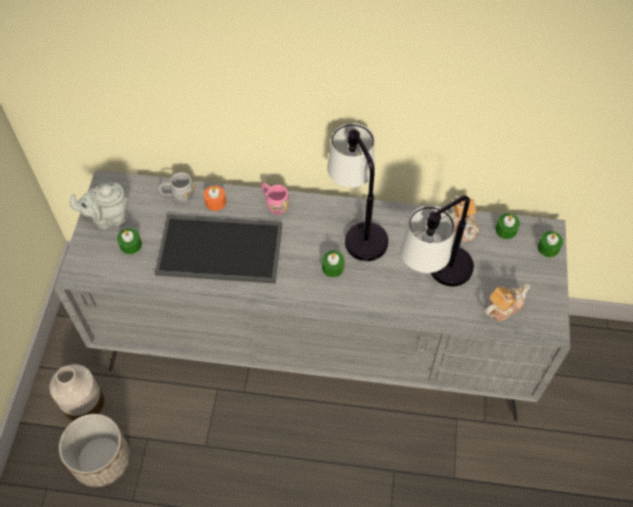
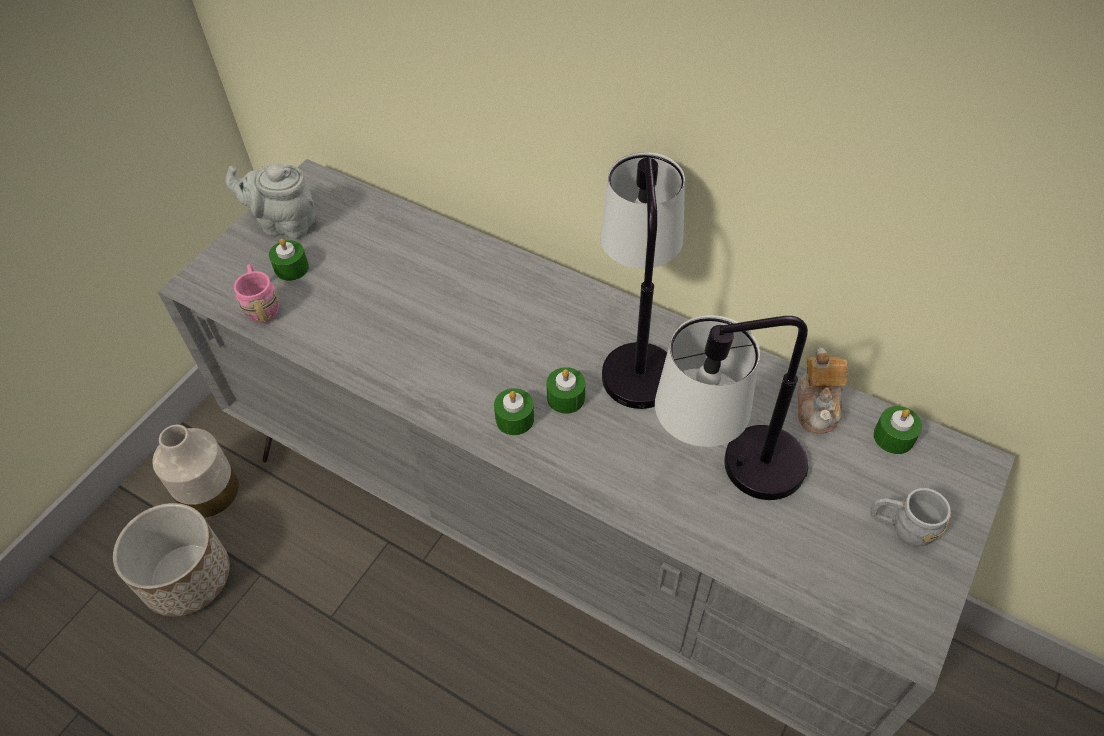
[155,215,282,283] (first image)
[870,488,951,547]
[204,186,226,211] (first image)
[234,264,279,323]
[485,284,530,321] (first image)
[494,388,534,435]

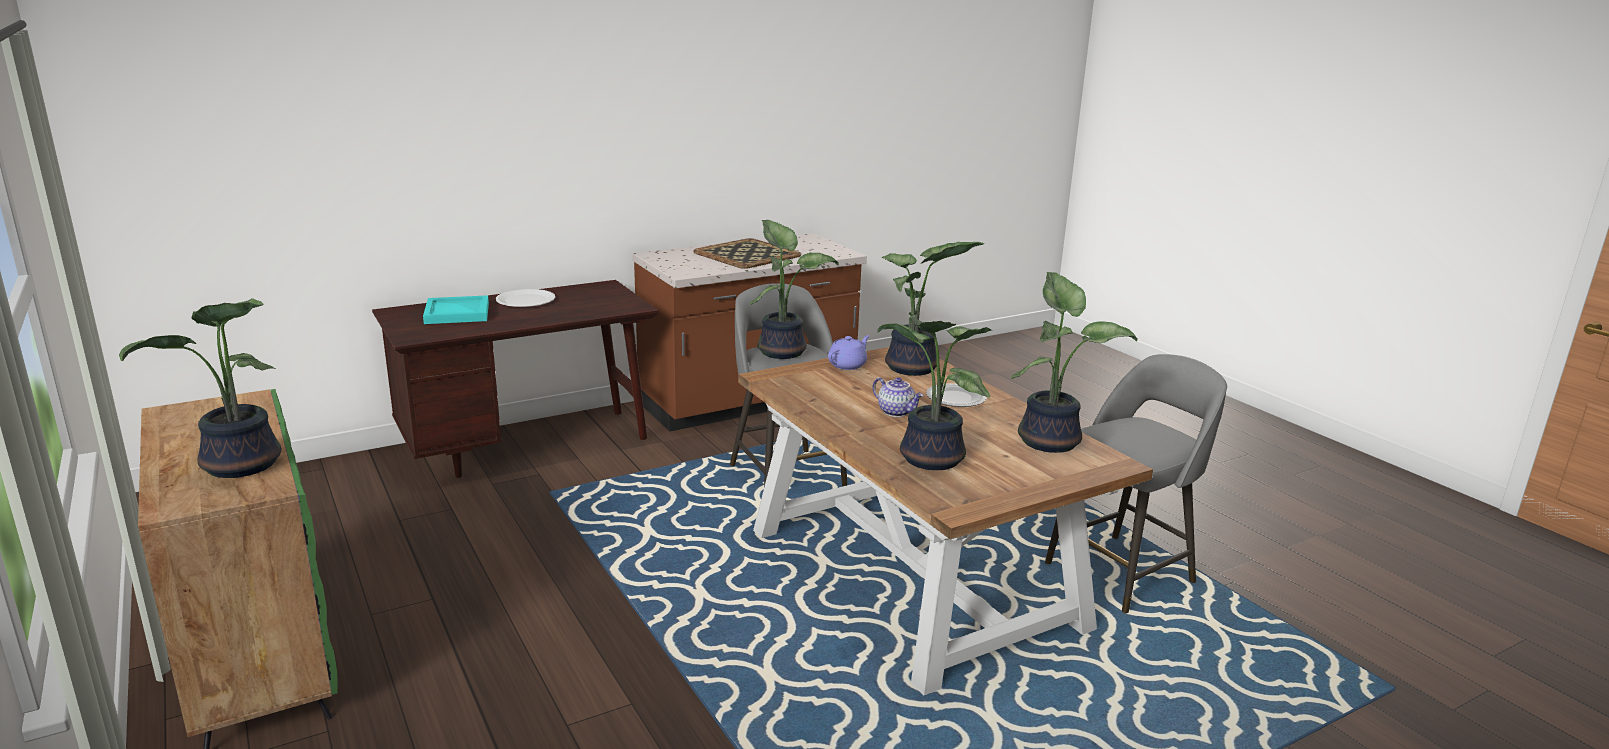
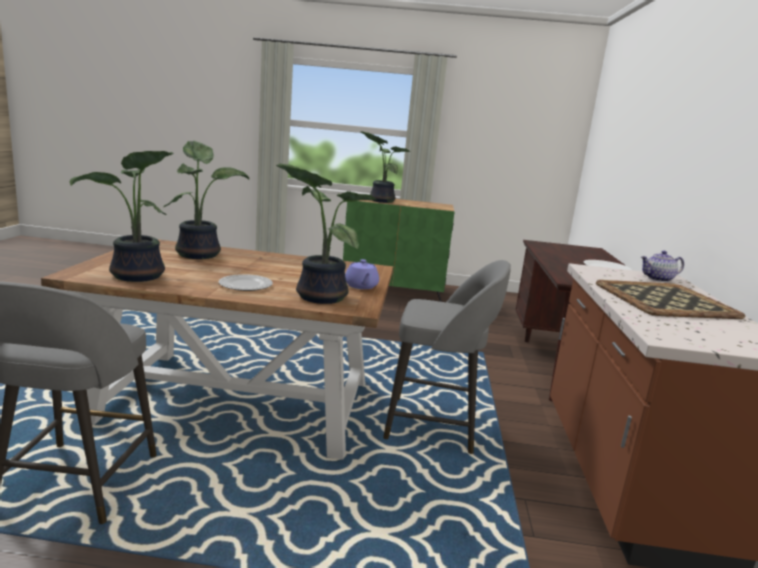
[423,295,489,324] (first image)
[750,220,839,359] (first image)
[641,251,684,282]

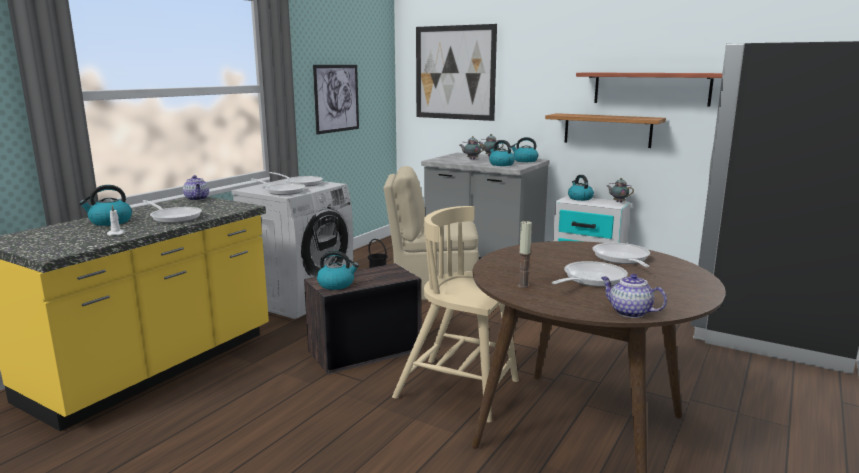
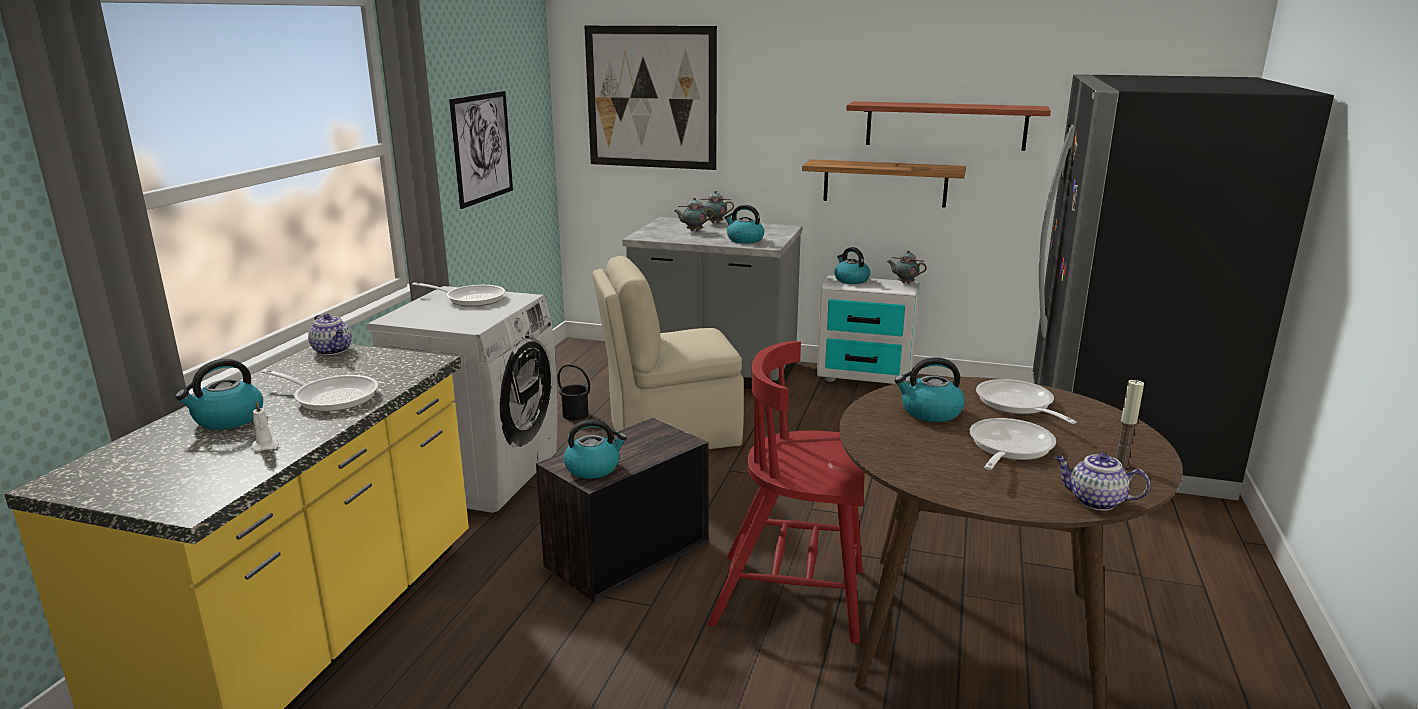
[251,178,305,195] (first image)
[707,341,865,644]
[894,357,965,422]
[1116,379,1144,468]

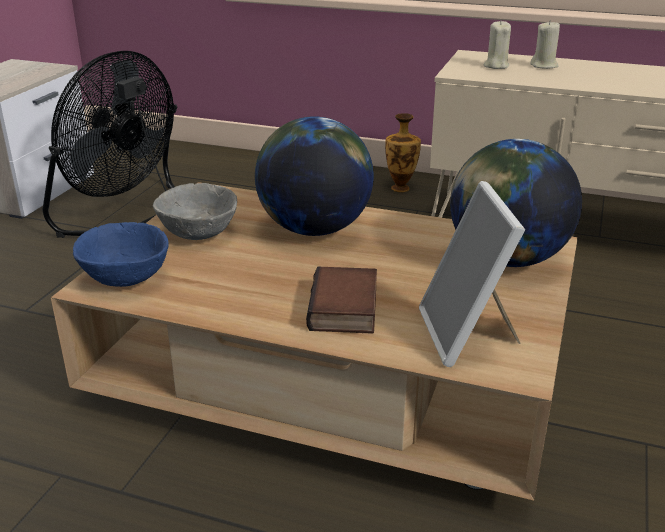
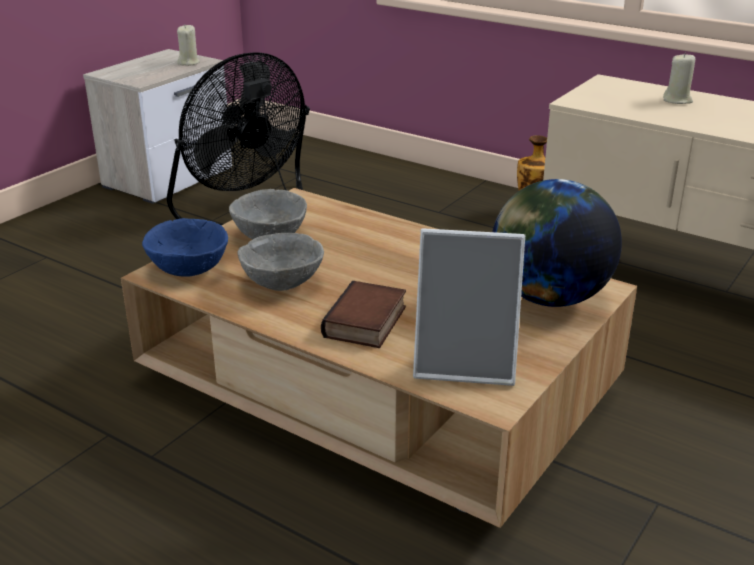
[255,116,374,236] (first image)
[413,228,525,386]
[177,25,200,66]
[238,233,324,291]

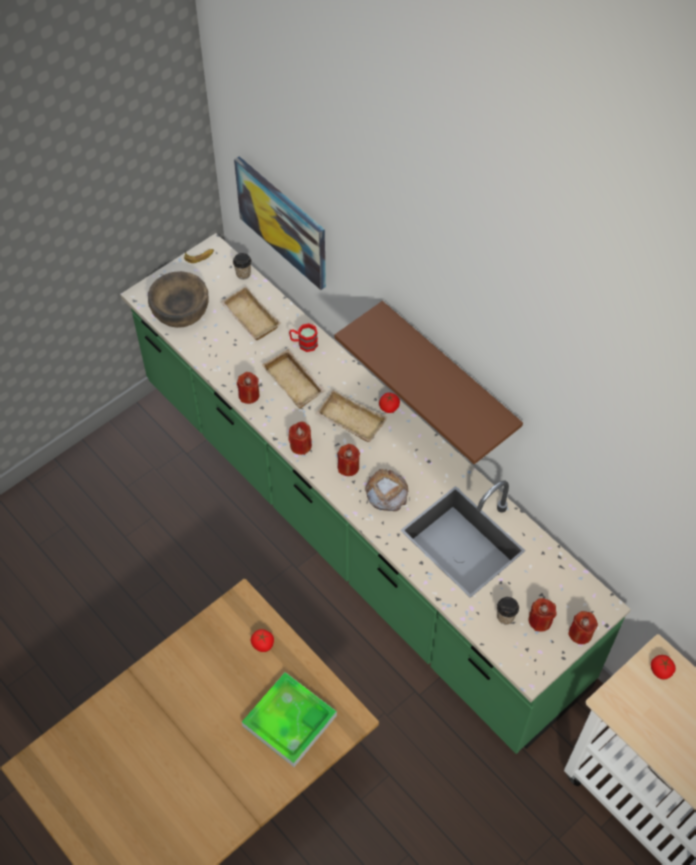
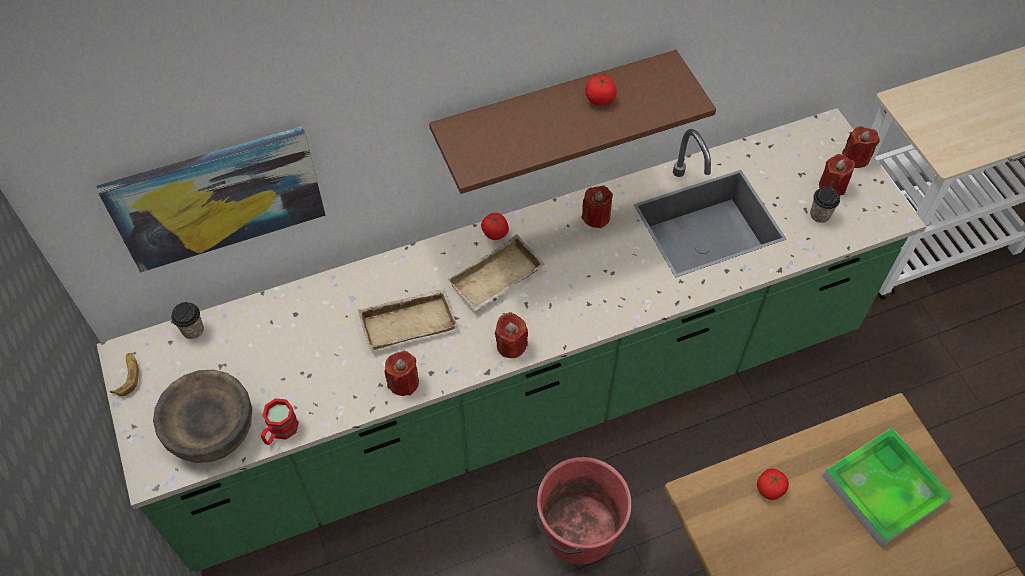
[220,287,281,340] (first image)
[261,398,299,445]
[581,186,613,228]
[365,469,408,511] (first image)
[585,75,617,106]
[534,456,632,564]

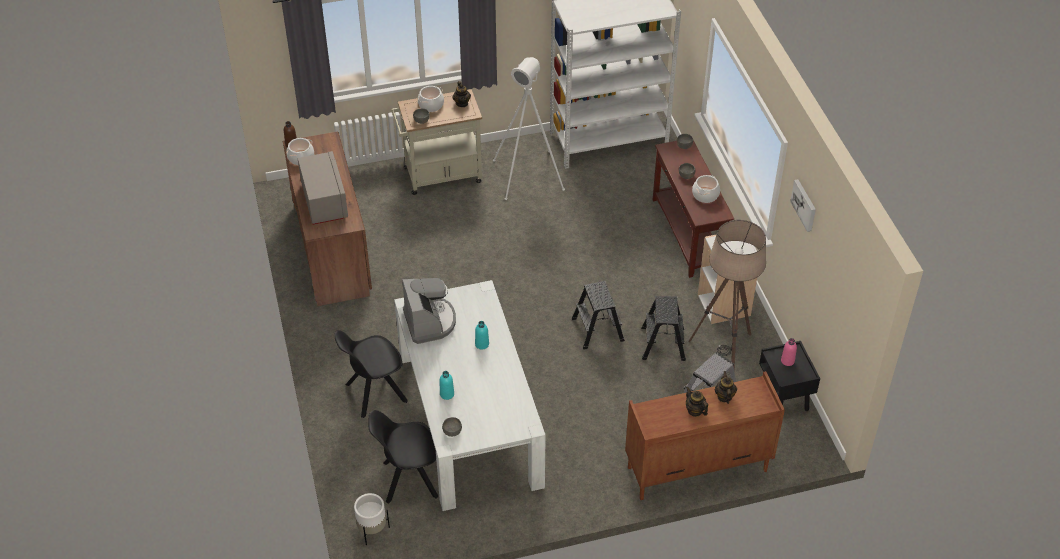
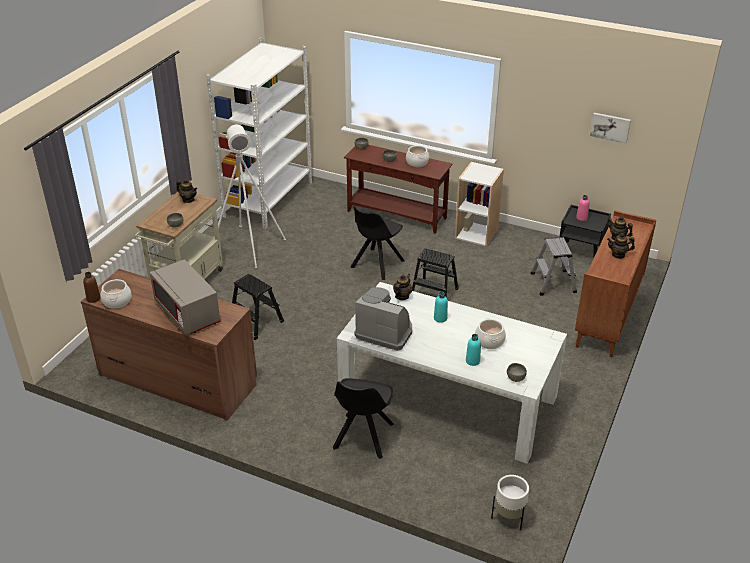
[150,259,221,335]
[351,206,405,280]
[475,318,506,349]
[232,273,284,340]
[689,220,766,371] (first image)
[590,113,631,143]
[393,273,412,300]

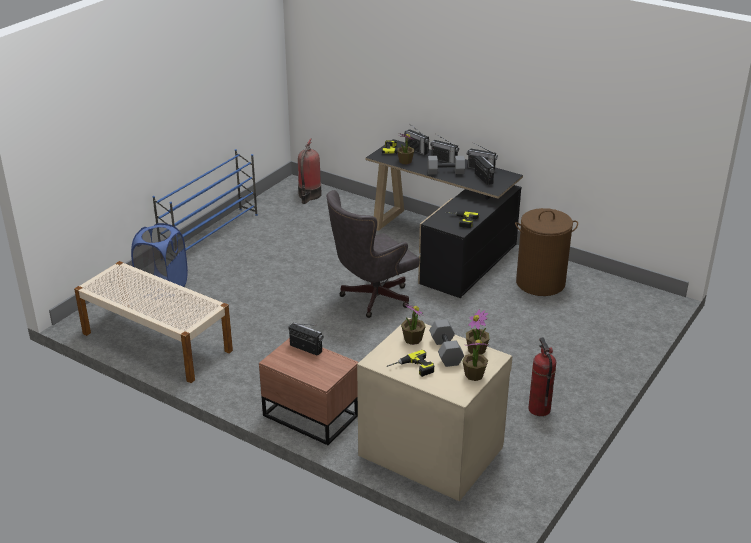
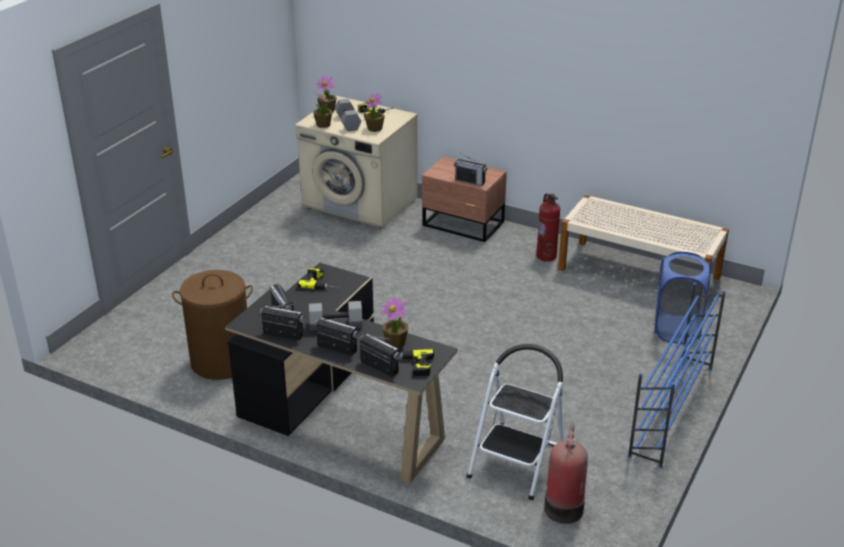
[327,190,420,318] (first image)
[536,193,560,262]
[467,344,563,500]

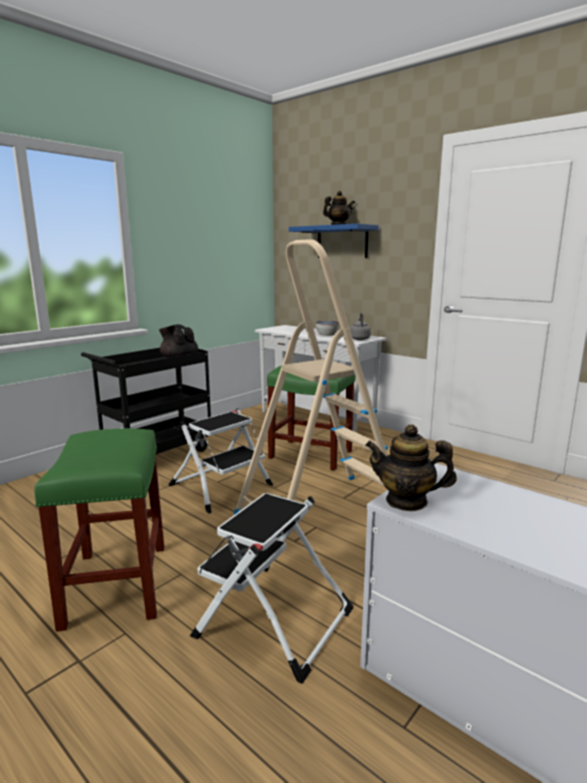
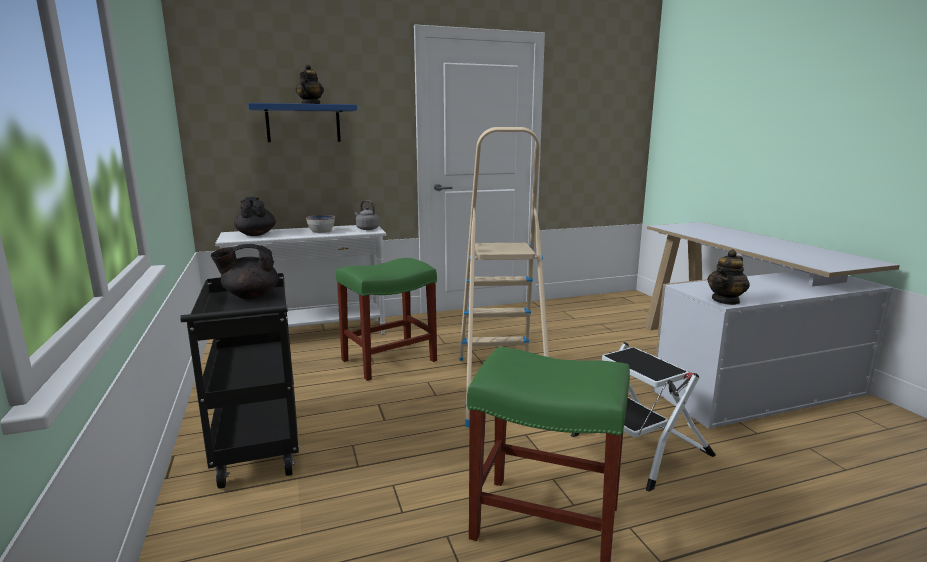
[168,408,273,514] (first image)
[234,197,276,236]

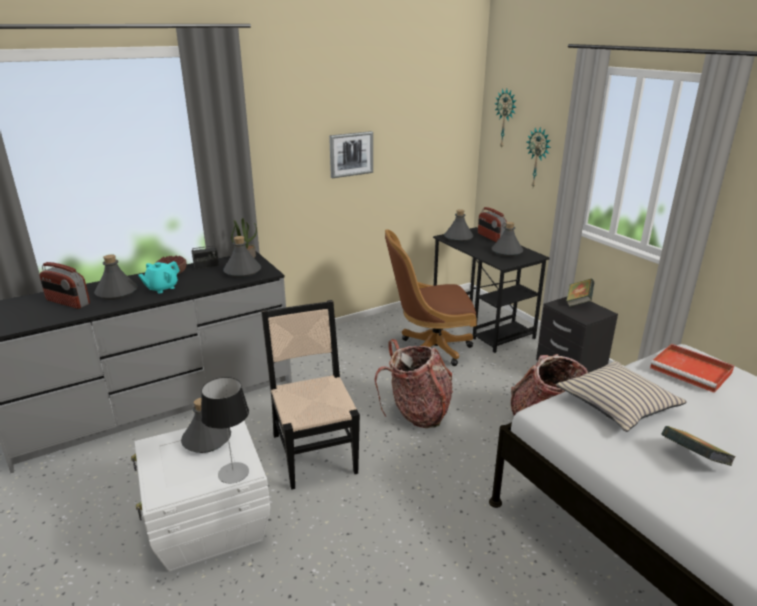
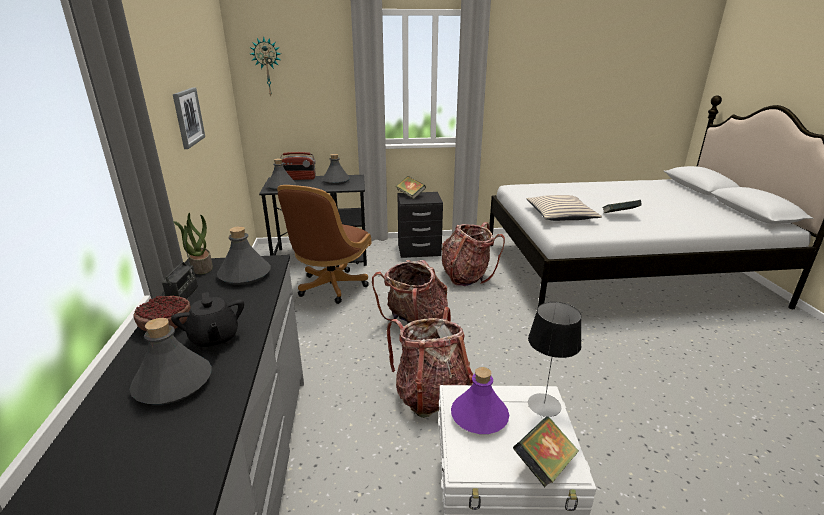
[39,262,90,309] (first image)
[171,292,244,350]
[451,367,509,434]
[387,307,473,418]
[526,127,551,187] (first image)
[650,344,734,393] (first image)
[513,416,579,487]

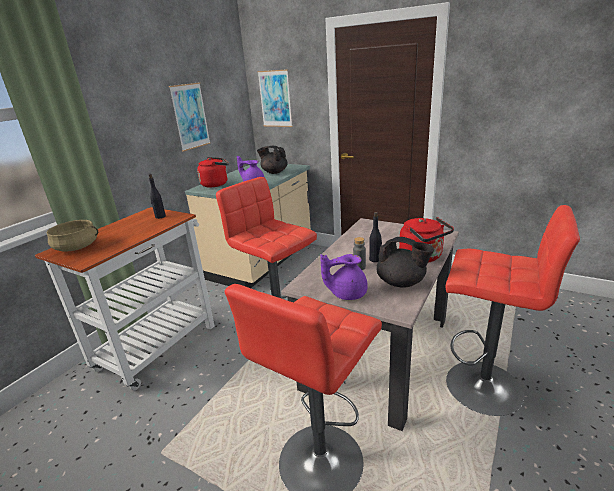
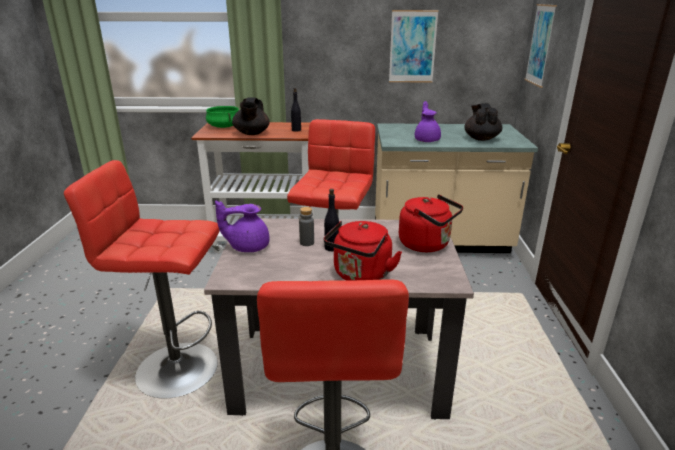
[206,106,239,128]
[399,194,463,252]
[215,201,269,252]
[232,97,270,135]

